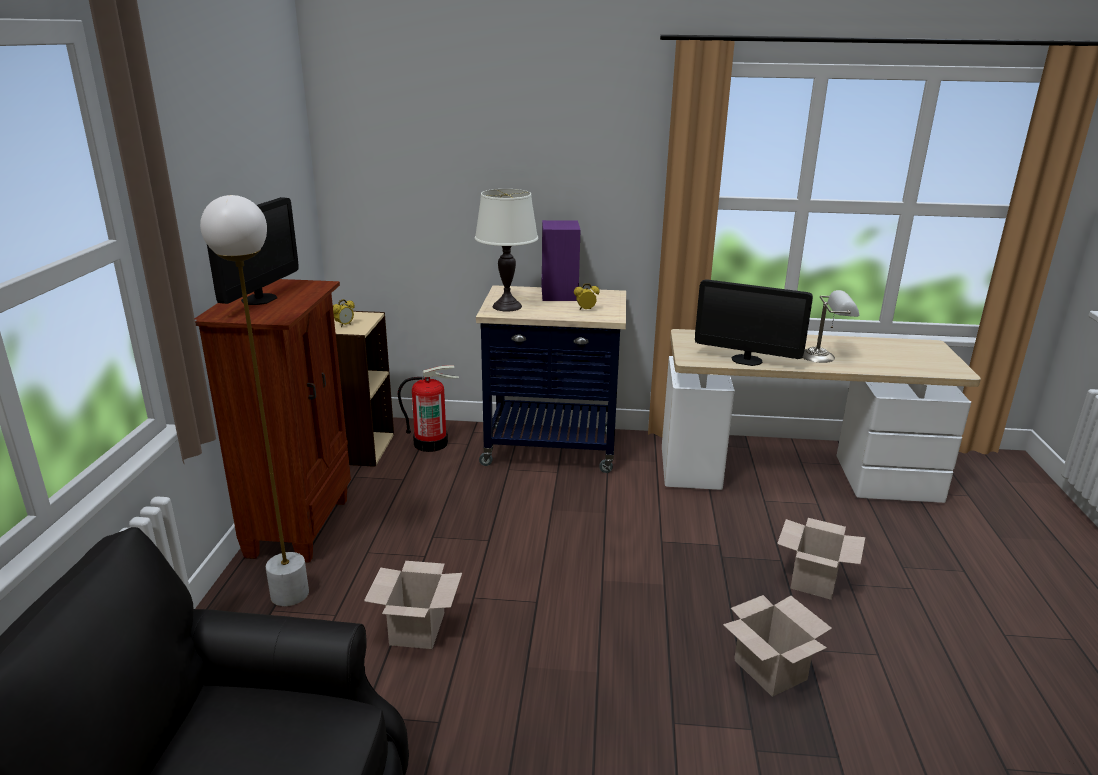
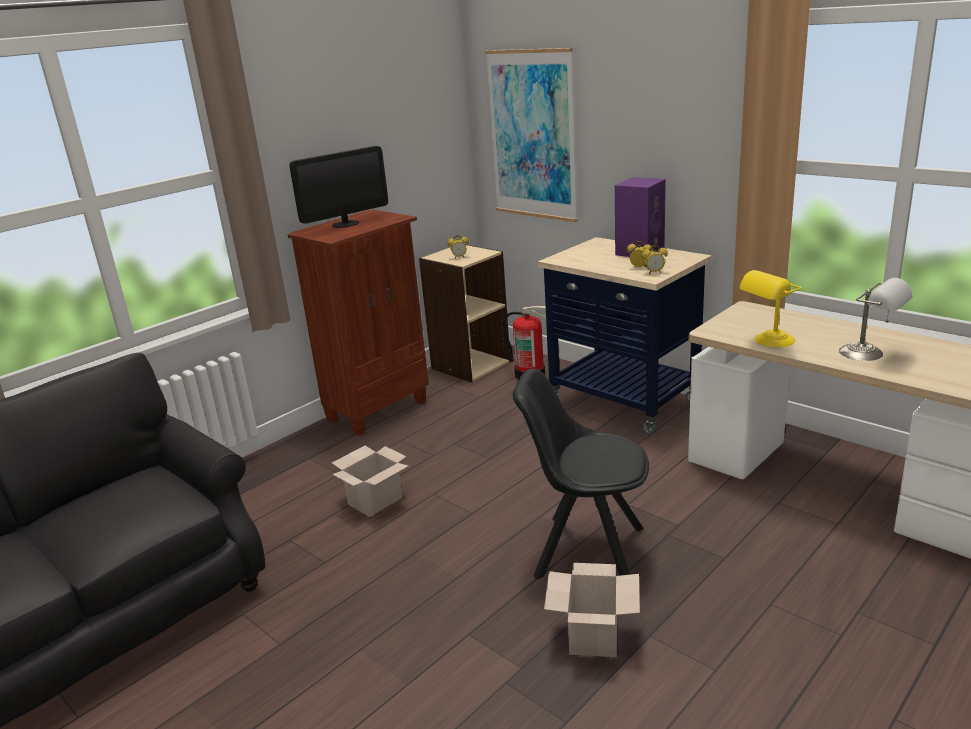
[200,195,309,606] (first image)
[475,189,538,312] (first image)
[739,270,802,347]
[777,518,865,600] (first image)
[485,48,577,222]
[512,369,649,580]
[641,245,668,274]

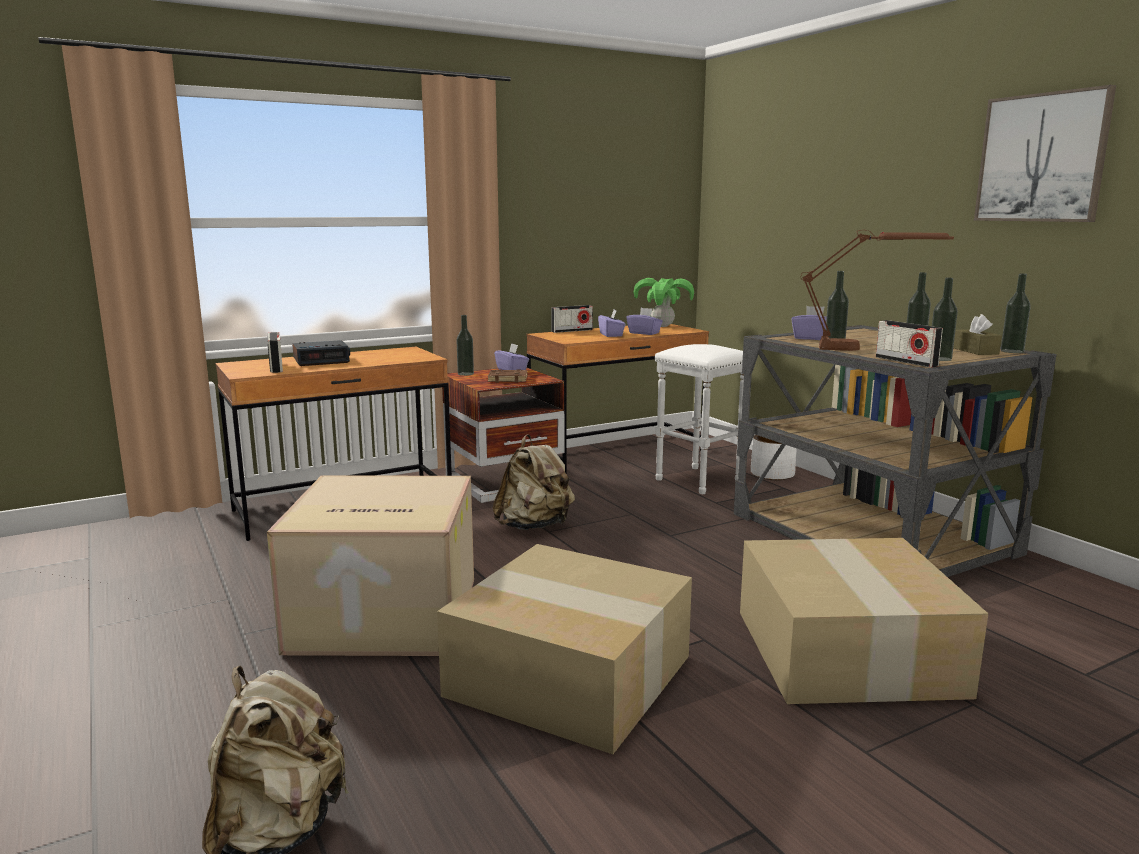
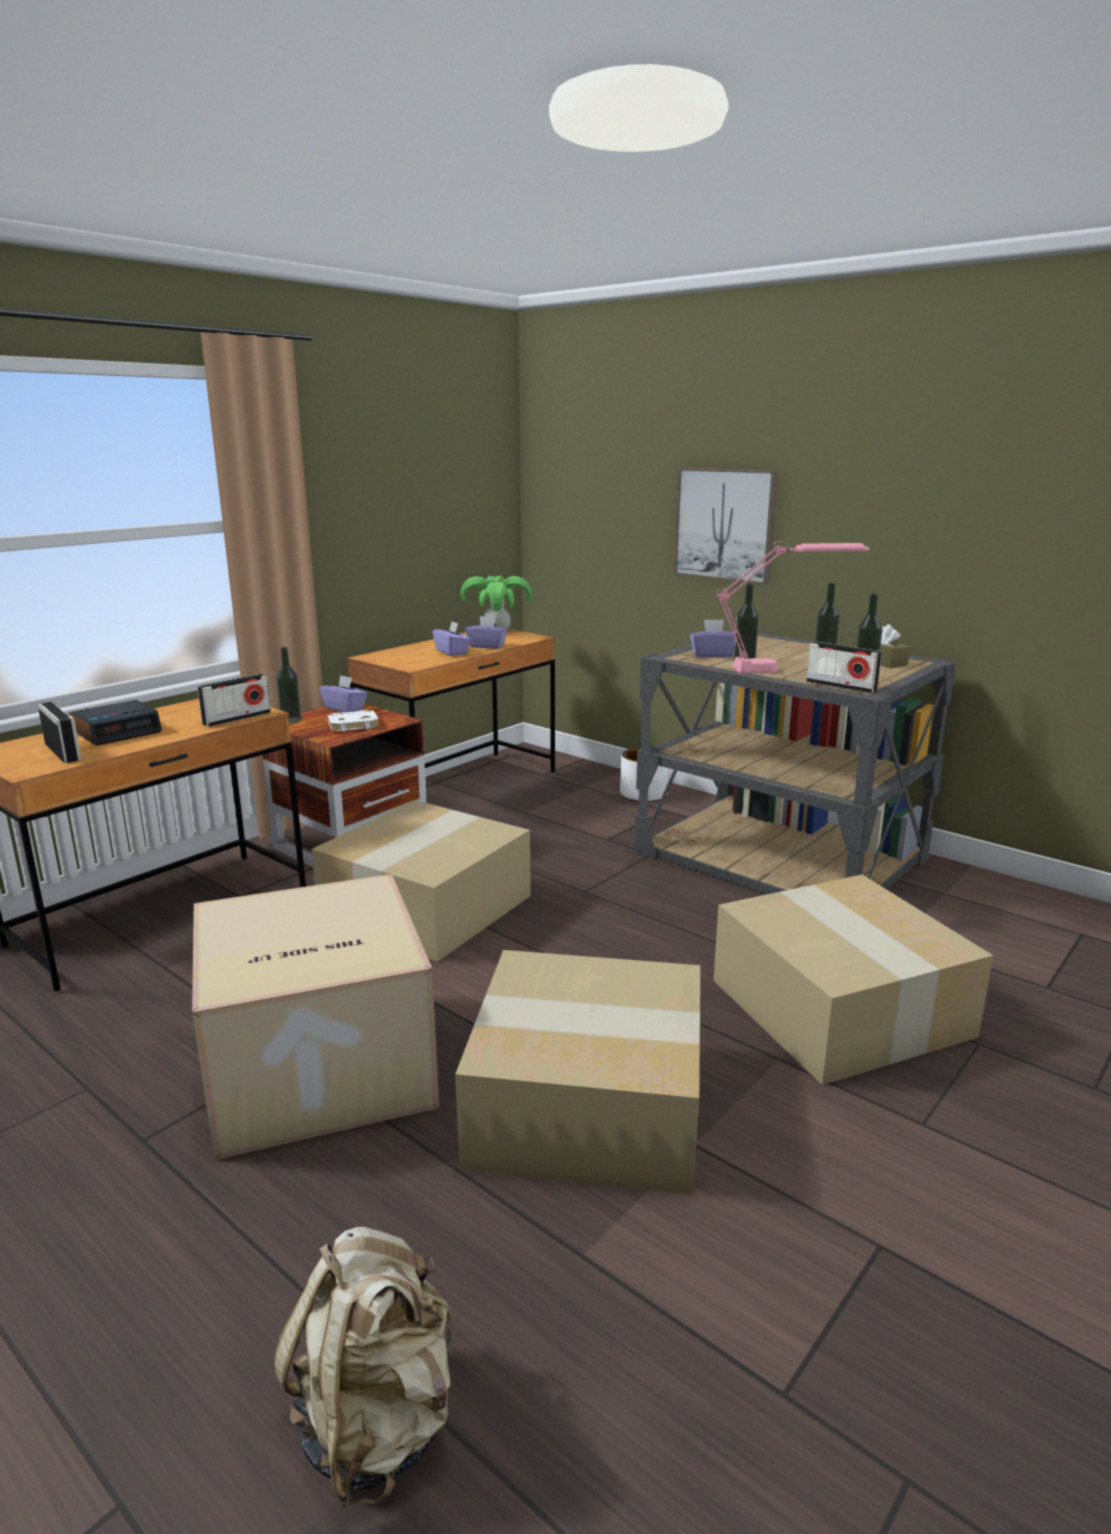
[327,710,380,732]
[311,800,531,962]
[197,674,271,727]
[655,344,744,494] (first image)
[716,541,869,674]
[674,468,778,585]
[1001,273,1031,353] (first image)

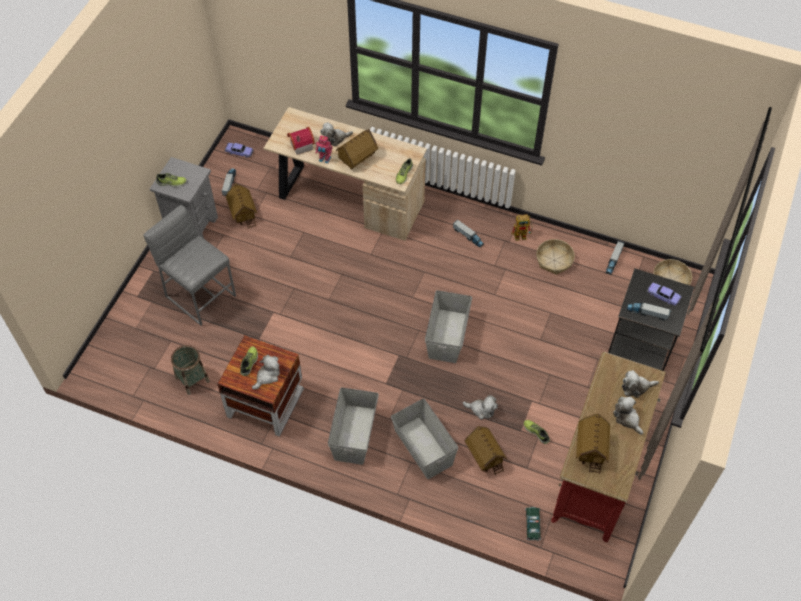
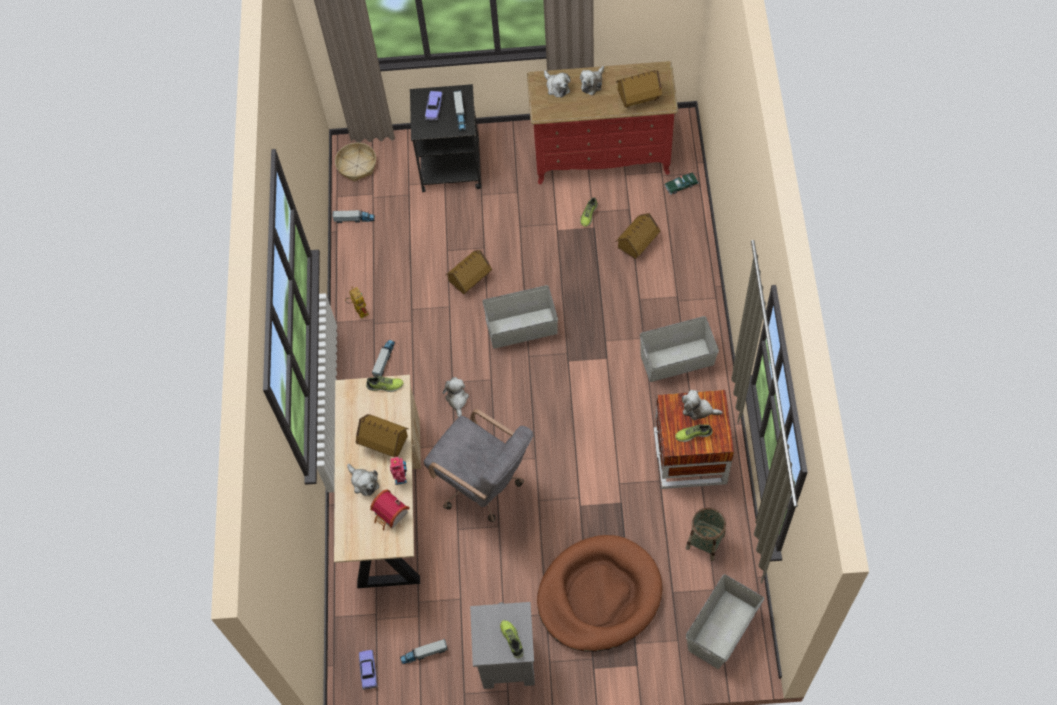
[537,535,662,652]
[446,250,492,294]
[686,574,764,669]
[443,377,469,417]
[536,239,575,275] (first image)
[424,409,534,522]

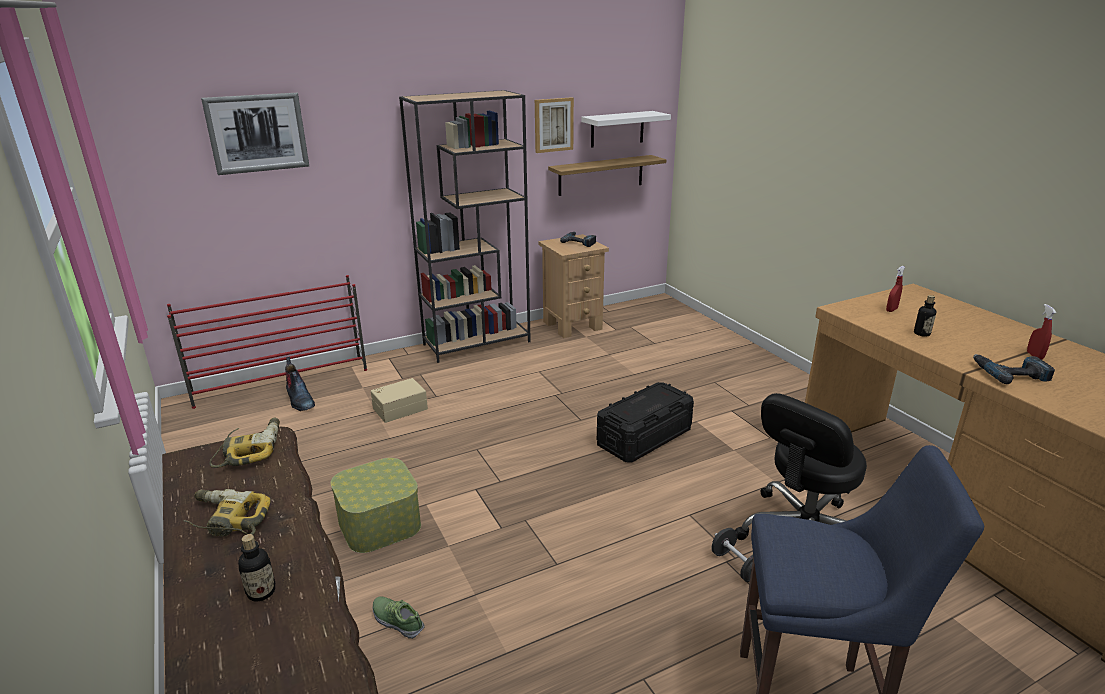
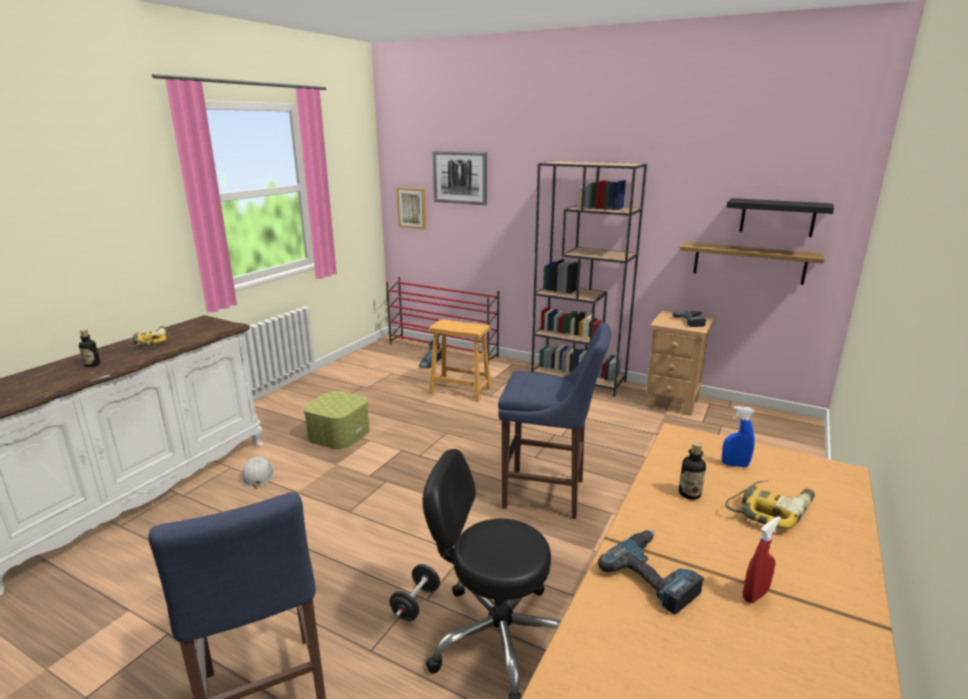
[725,481,815,529]
[429,319,491,402]
[242,456,275,489]
[396,187,426,229]
[726,198,834,237]
[498,323,610,519]
[722,406,755,467]

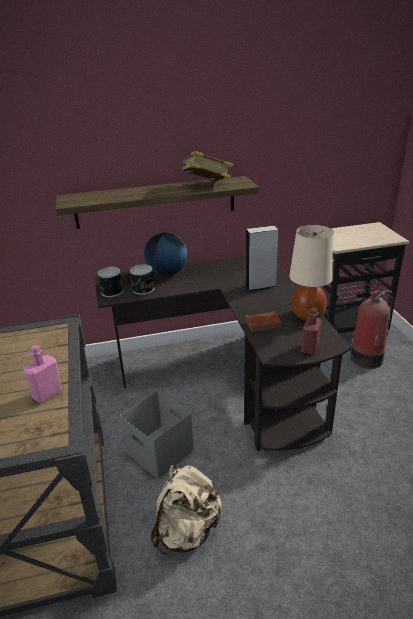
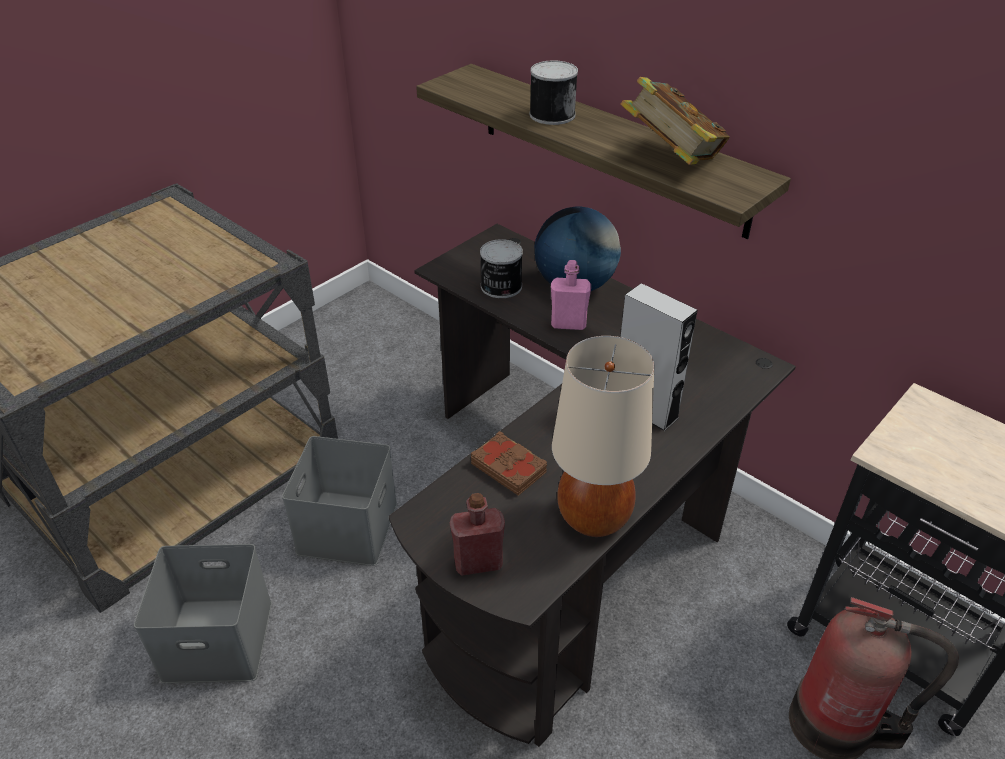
[551,260,591,330]
[530,60,578,125]
[134,544,272,683]

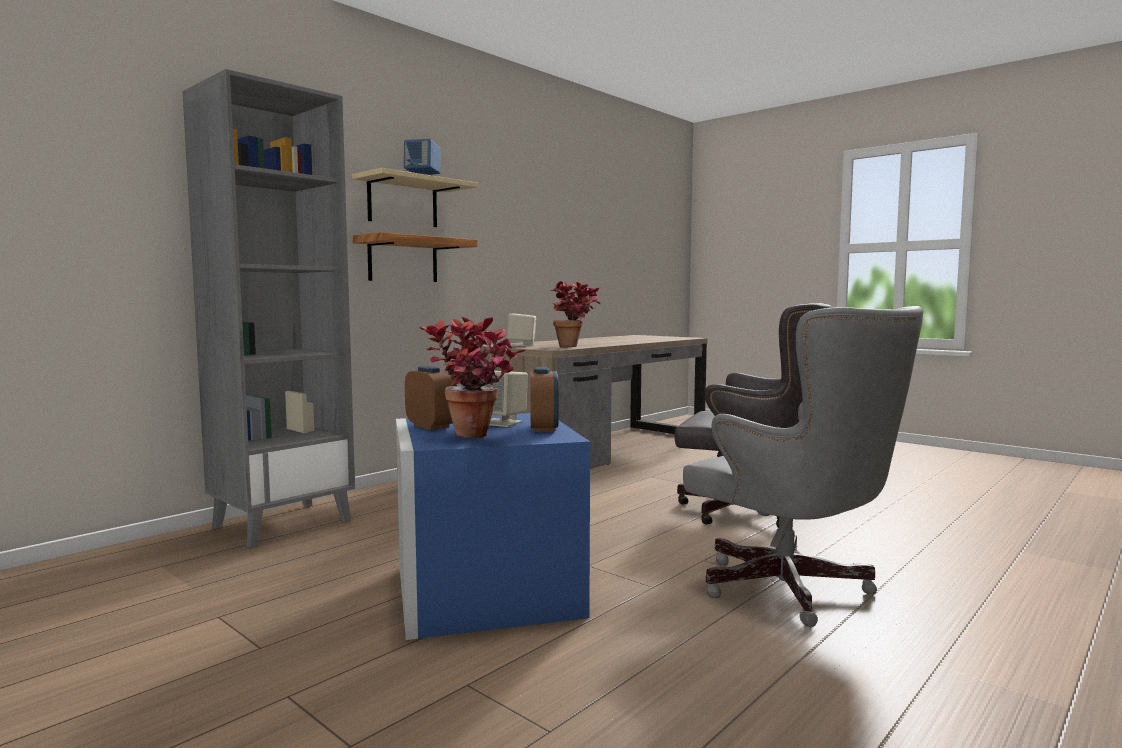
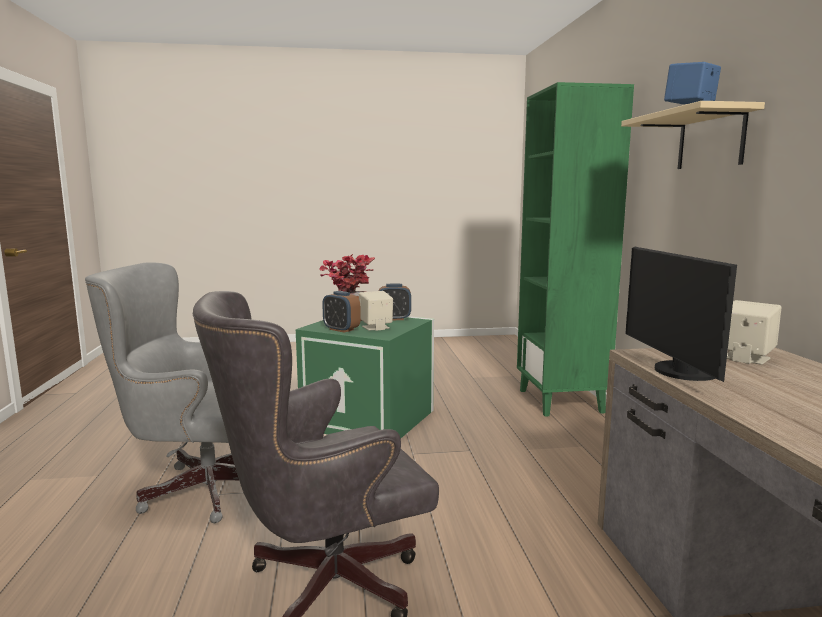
[517,82,634,417]
[353,232,478,282] (first image)
[296,316,434,438]
[625,247,737,382]

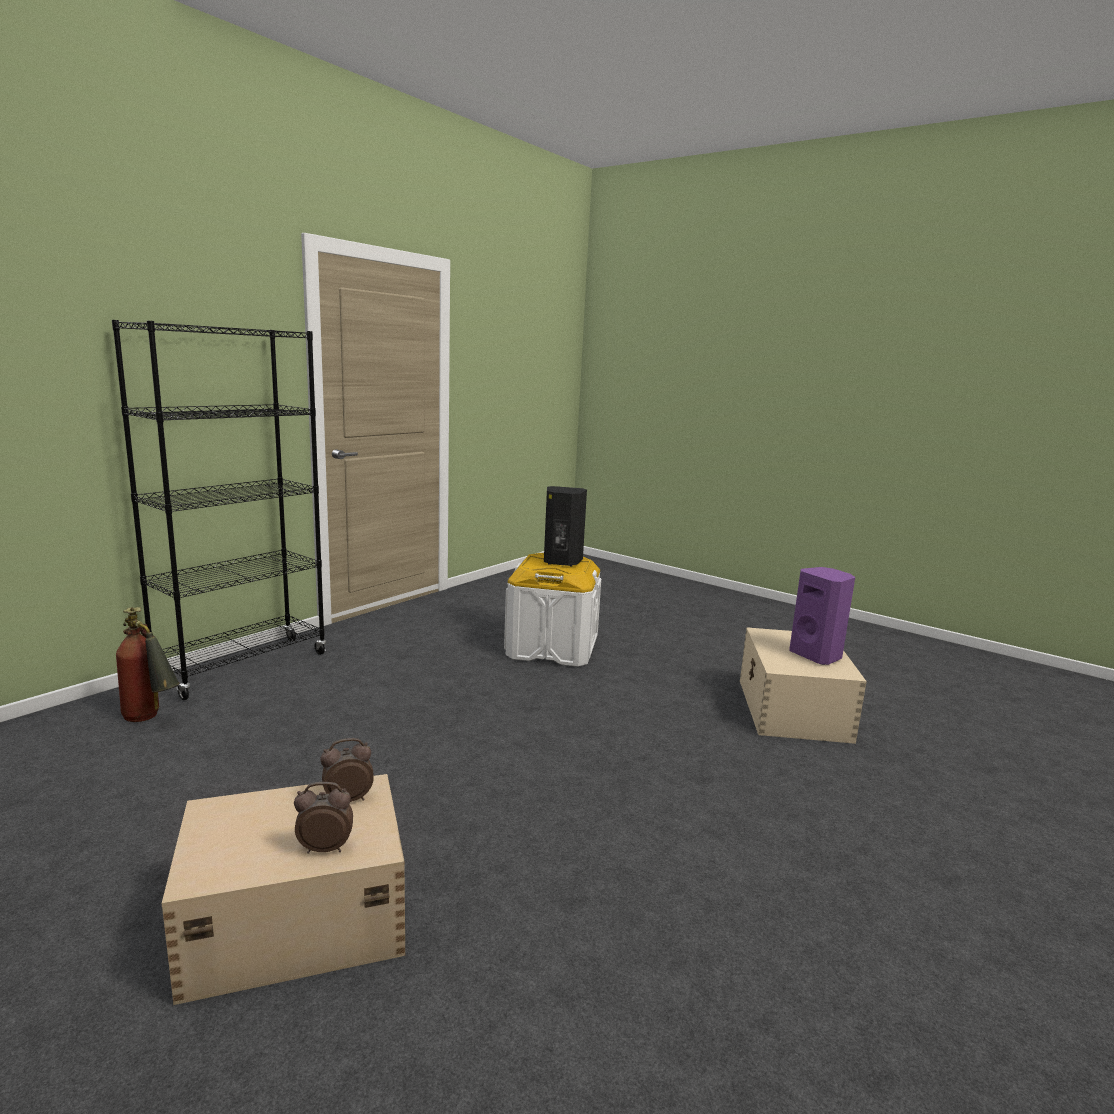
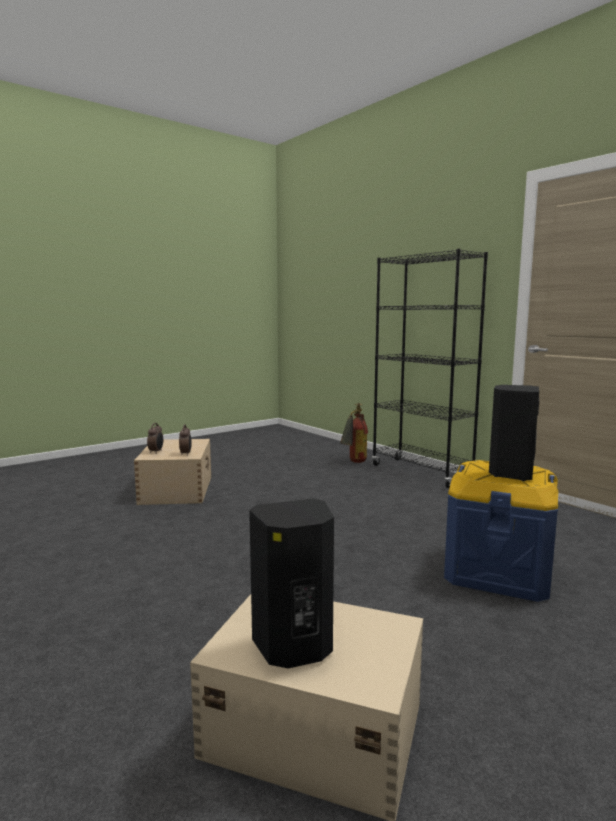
[444,460,558,602]
[249,498,334,668]

